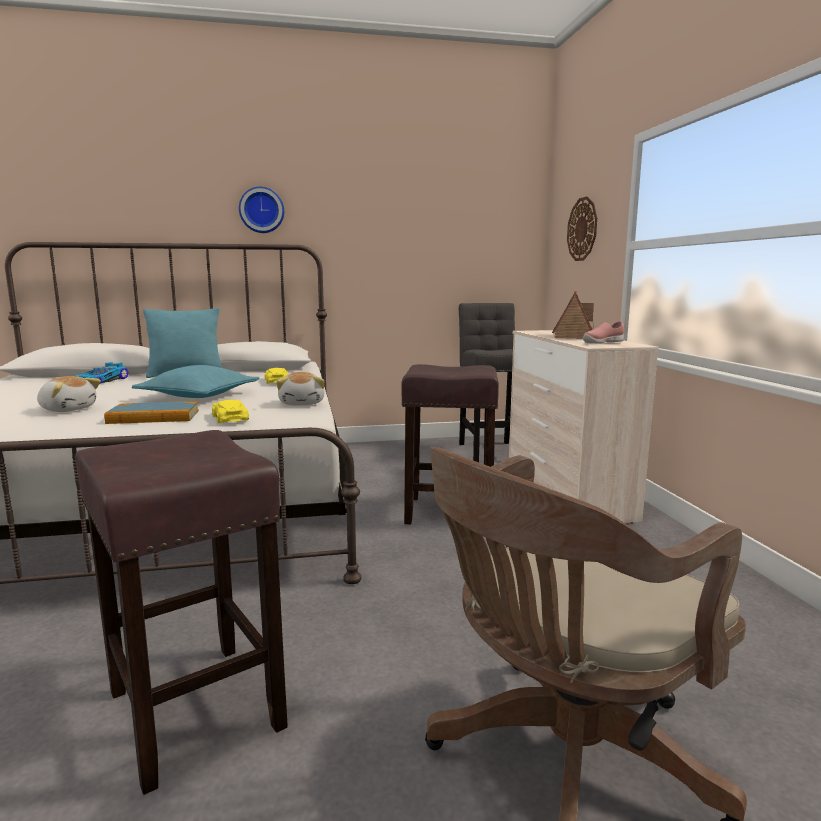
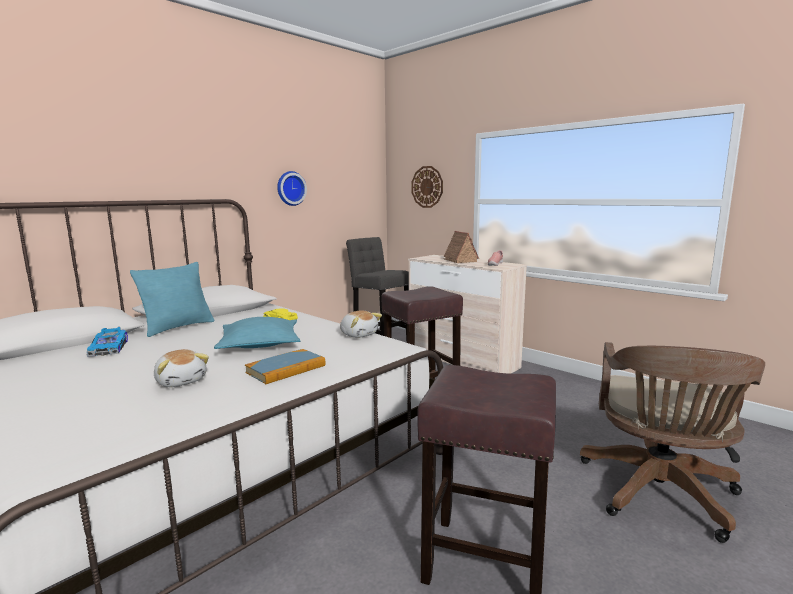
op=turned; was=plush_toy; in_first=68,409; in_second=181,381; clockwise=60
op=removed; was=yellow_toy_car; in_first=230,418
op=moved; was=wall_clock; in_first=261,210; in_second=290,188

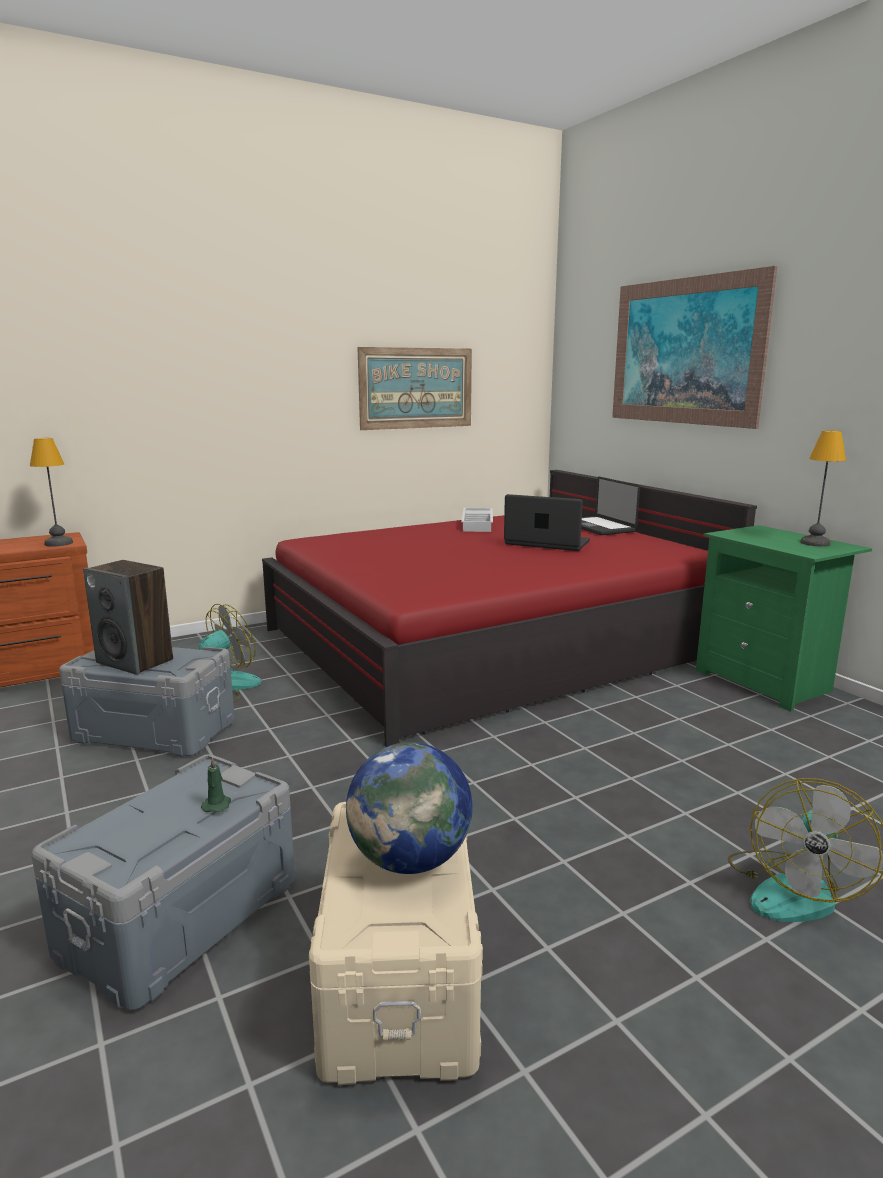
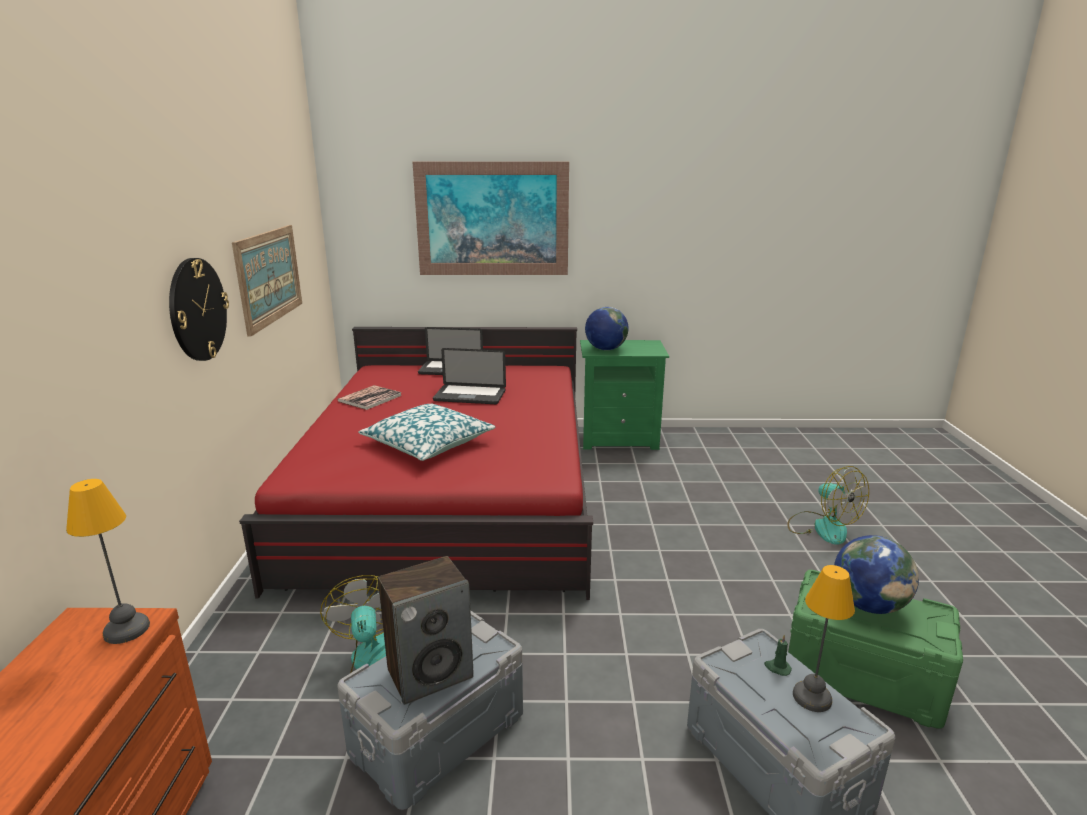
op=recoloured; was=beige_storage_box; now=green_storage_box; in_first=396,979; in_second=862,677
op=replaced; was=white_tray; now=book; in_first=478,524; in_second=370,398
op=turned; was=laptop; in_first=547,543; in_second=470,396; clockwise=-135
op=moved; was=table_lamp; in_first=815,543; in_second=811,696
op=added; now=wall_clock; in_second=197,309
op=added; now=pillow; in_second=428,443
op=added; now=globe; in_second=605,349

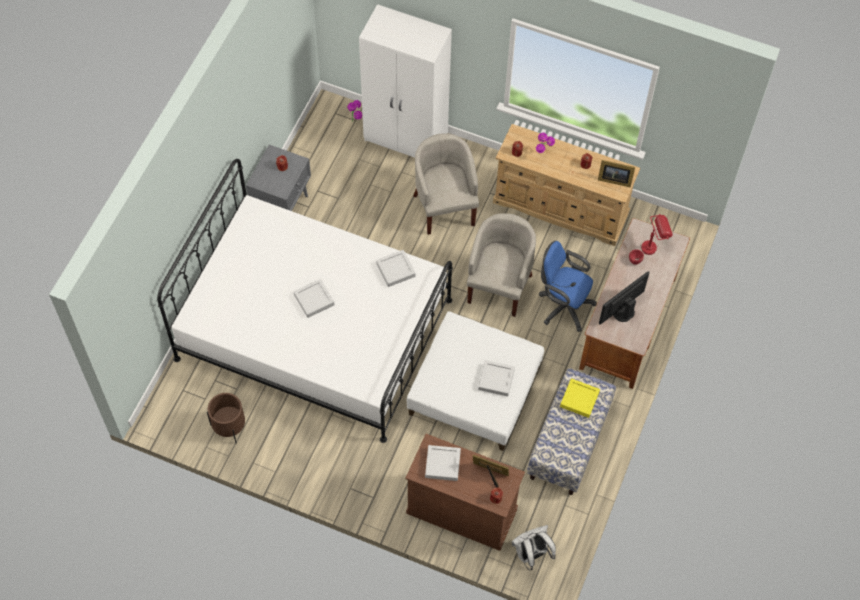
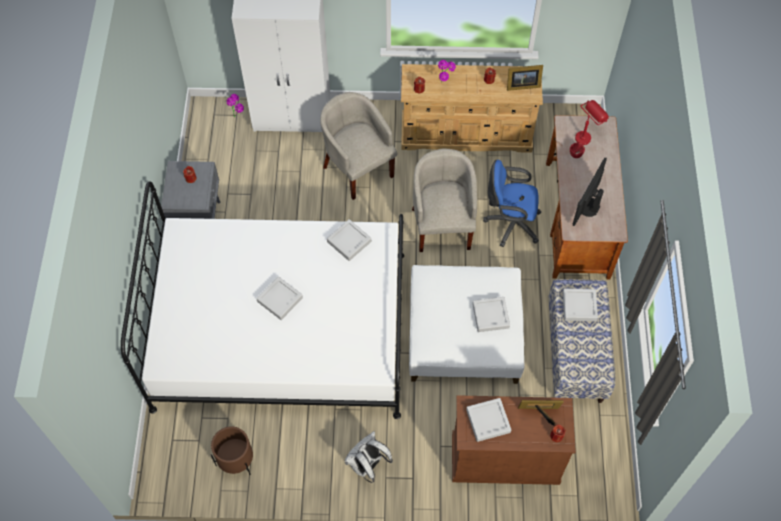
op=moved; was=white_backpack; in_first=531,554; in_second=367,465
op=recoloured; was=yellow_tray; now=grey_tray; in_first=579,399; in_second=579,306

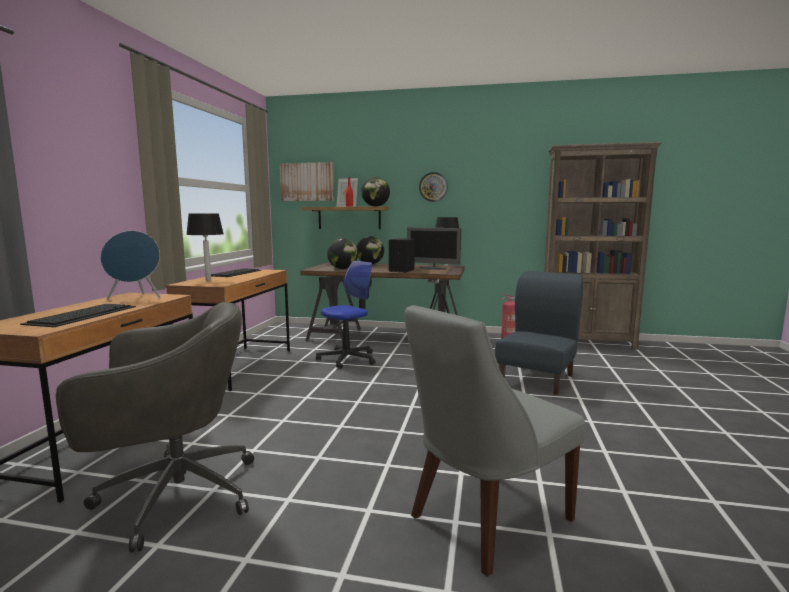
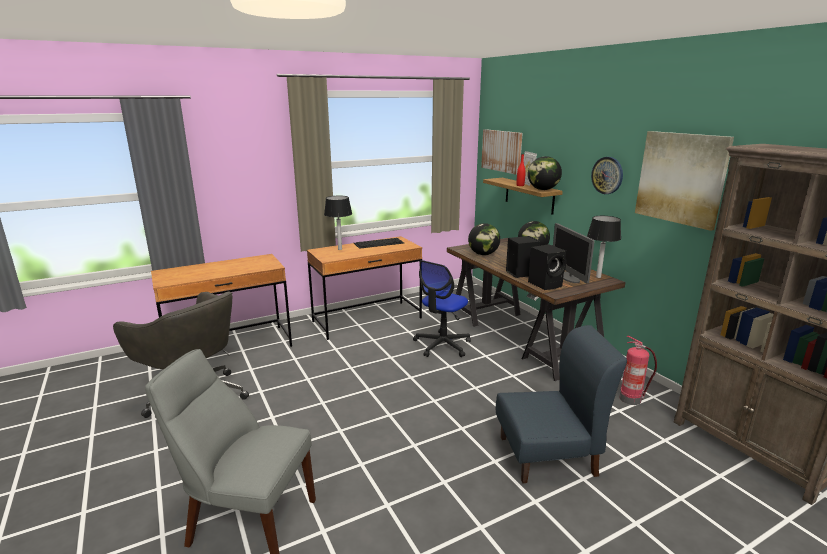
op=removed; was=keyboard; in_first=83,314
op=removed; was=blue_speaker; in_first=136,298
op=turned; was=office_chair; in_first=347,359; in_second=442,345; clockwise=120
op=added; now=black_speaker; in_second=546,284
op=added; now=picture; in_second=681,178

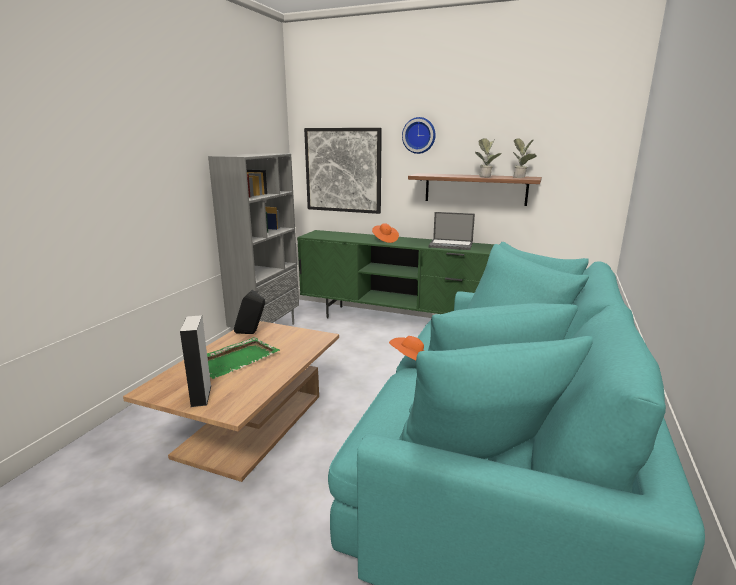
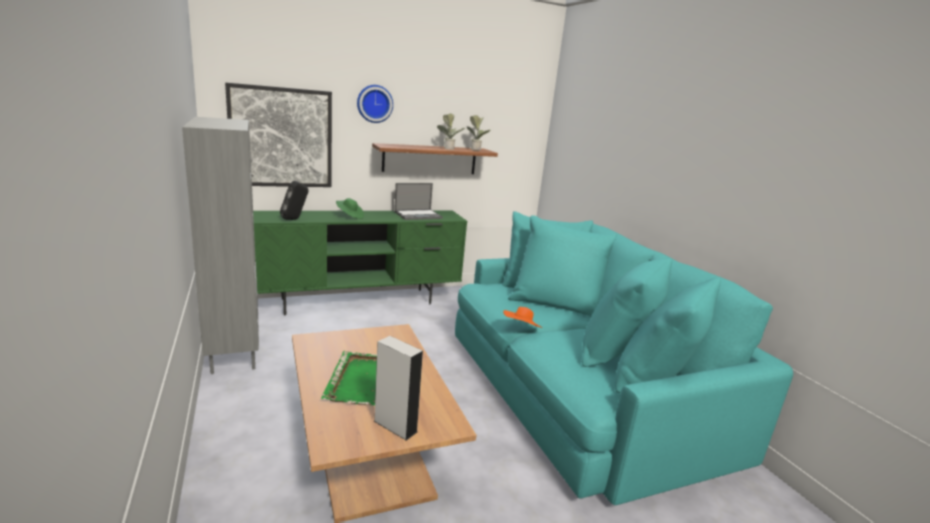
op=moved; was=black_speaker; in_first=251,333; in_second=295,219
op=recoloured; was=orange_hat; now=green_hat; in_first=385,240; in_second=349,216

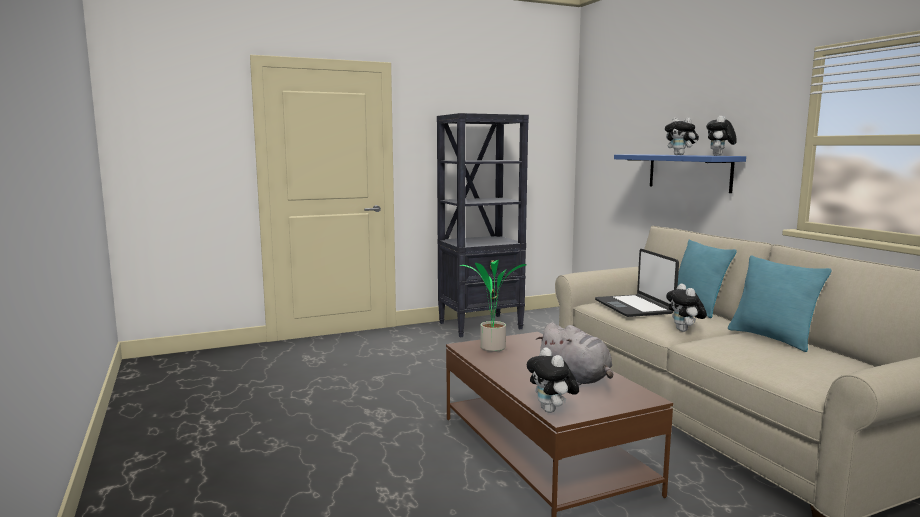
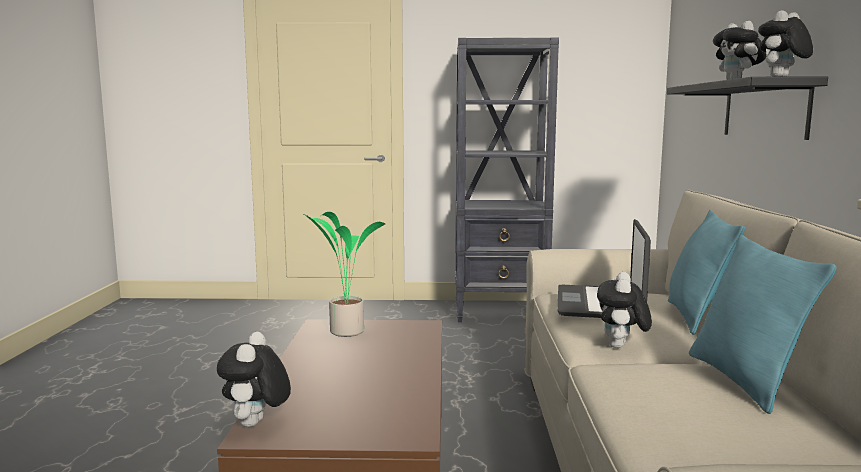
op=removed; was=grey_plush_toy; in_first=576,378
op=recoloured; was=blue_shelf; now=black_shelf; in_first=689,172; in_second=764,110

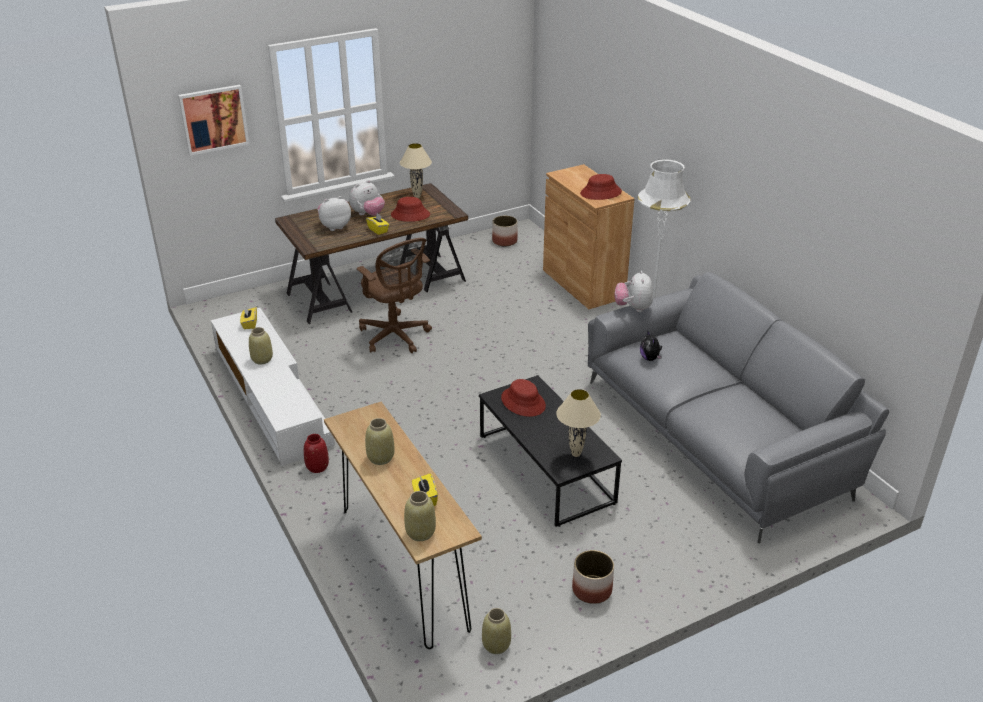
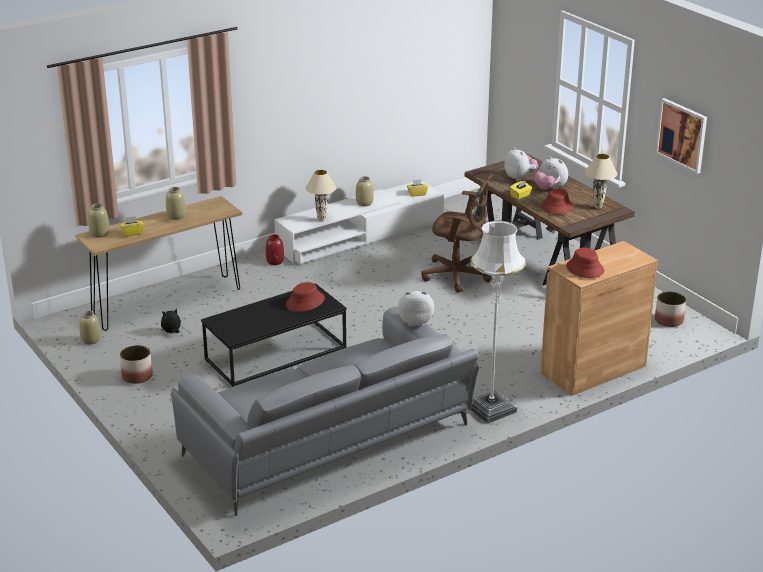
op=moved; was=picture; in_first=214,119; in_second=682,135
op=turned; was=brown_office_chair; in_first=396,337; in_second=458,276; clockwise=-120
op=moved; was=beige_table_lamp; in_first=575,454; in_second=321,220
op=moved; was=plush_toy; in_first=650,358; in_second=171,332

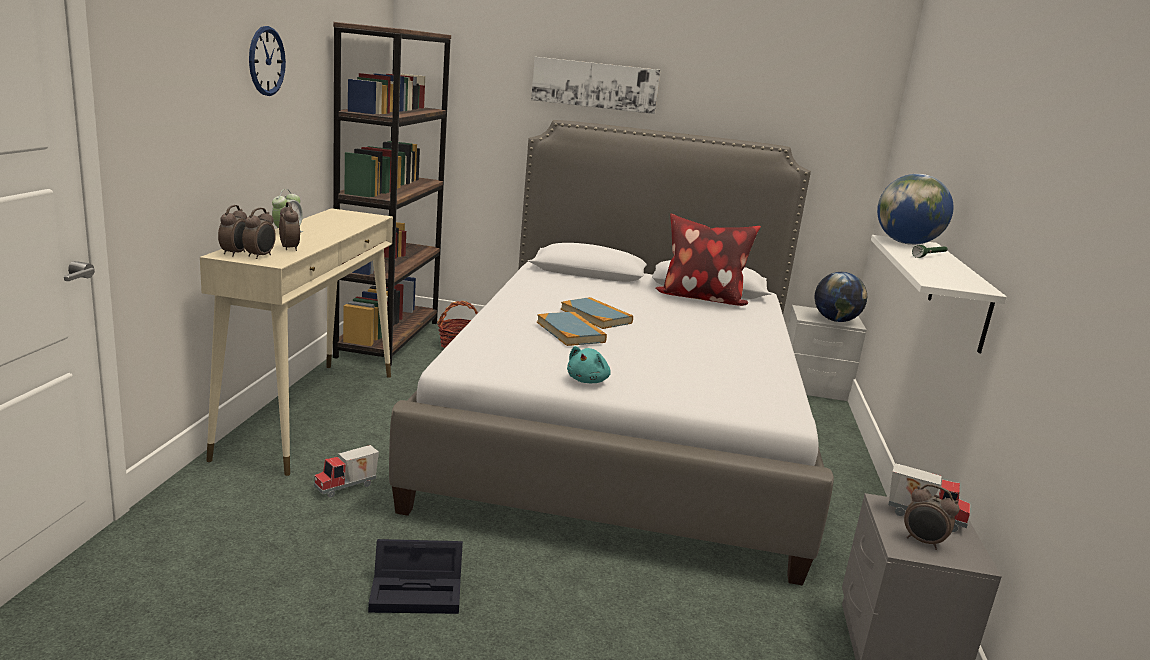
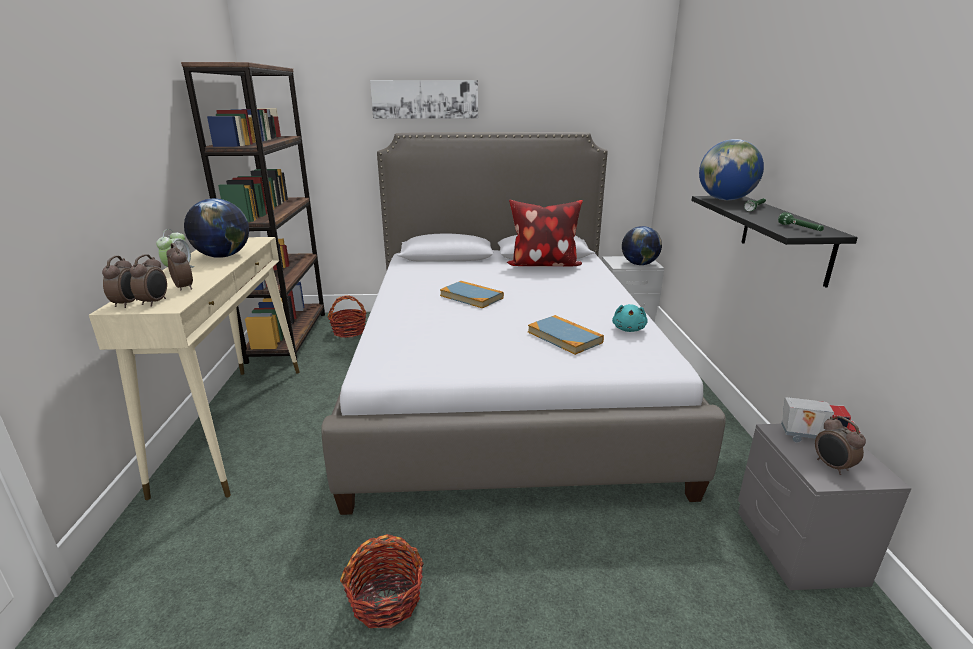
op=removed; was=wall_clock; in_first=266,61
op=removed; was=toy_truck; in_first=347,488
op=replaced; was=black_storage_box; now=basket; in_first=419,590; in_second=386,599
op=moved; was=book; in_first=570,332; in_second=564,337
op=moved; was=turquoise_plush_toy; in_first=588,380; in_second=628,329
op=recoloured; was=white_shelf; now=black_shelf; in_first=960,295; in_second=785,237
op=turned; was=alarm_clock; in_first=923,542; in_second=832,466; clockwise=45
op=added; now=globe; in_second=222,256
op=added; now=green_flashlight; in_second=800,229

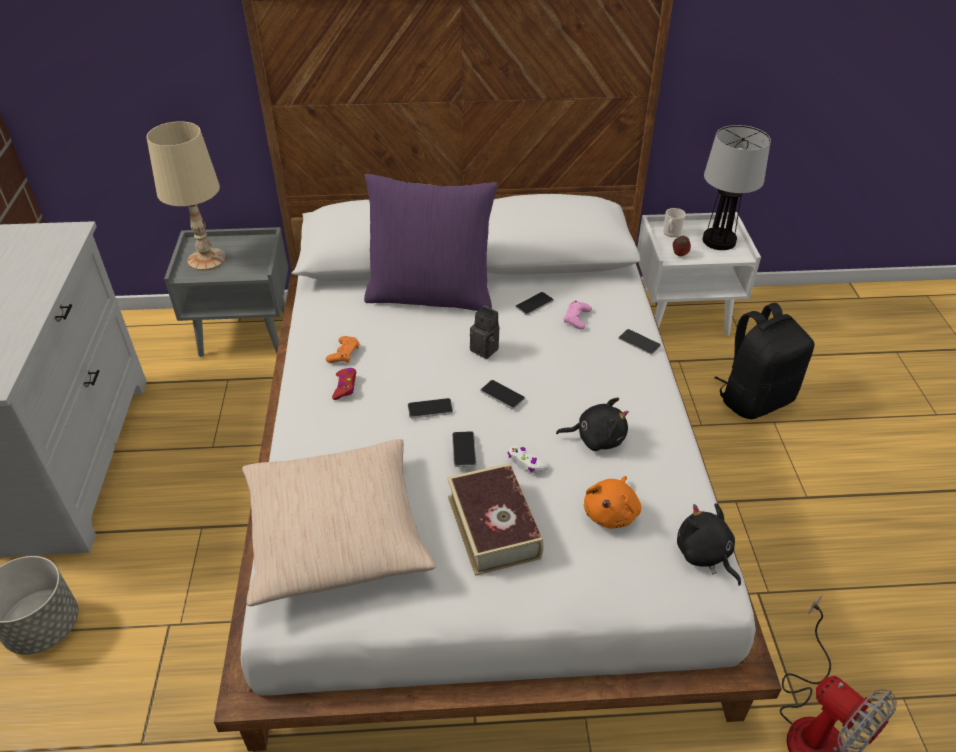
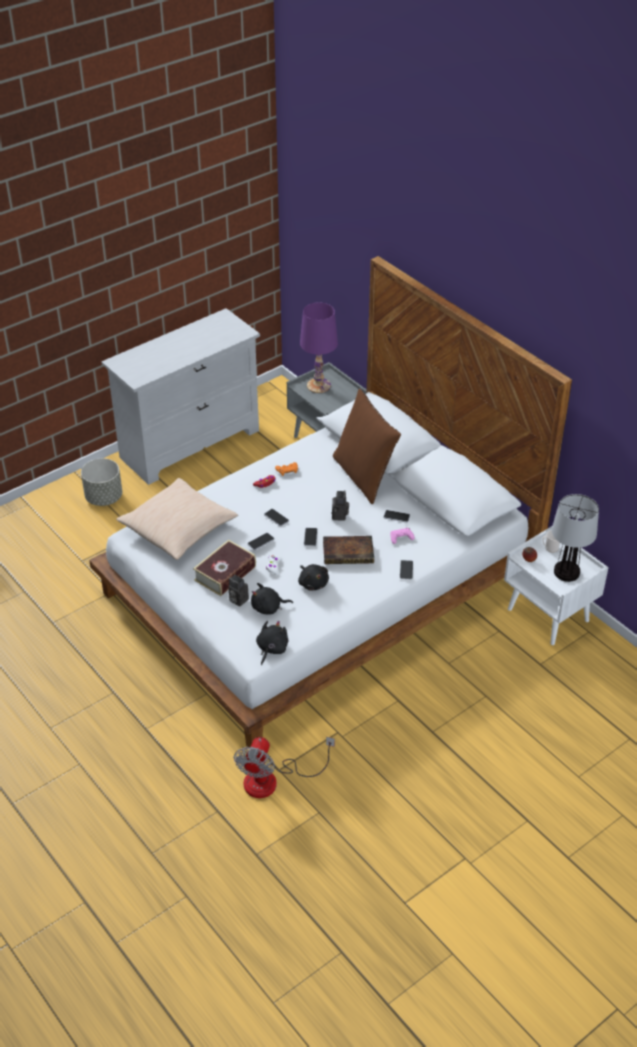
op=recoloured; was=beige_table_lamp; now=purple_table_lamp; in_first=207,259; in_second=319,385
op=recoloured; was=purple_pillow; now=brown_pillow; in_first=431,295; in_second=364,476
op=recoloured; was=orange_plush_toy; now=black_plush_toy; in_first=611,512; in_second=268,608
op=removed; was=black_backpack; in_first=754,398
op=added; now=photo_camera; in_second=237,600
op=added; now=book; in_second=349,552

